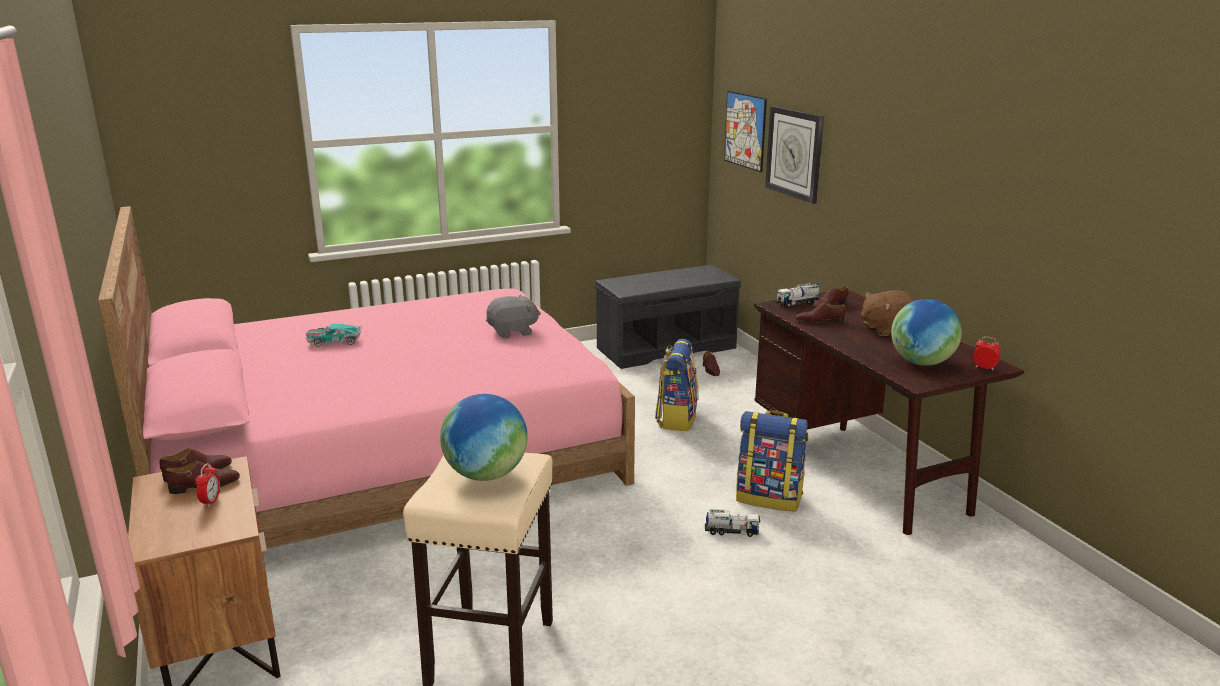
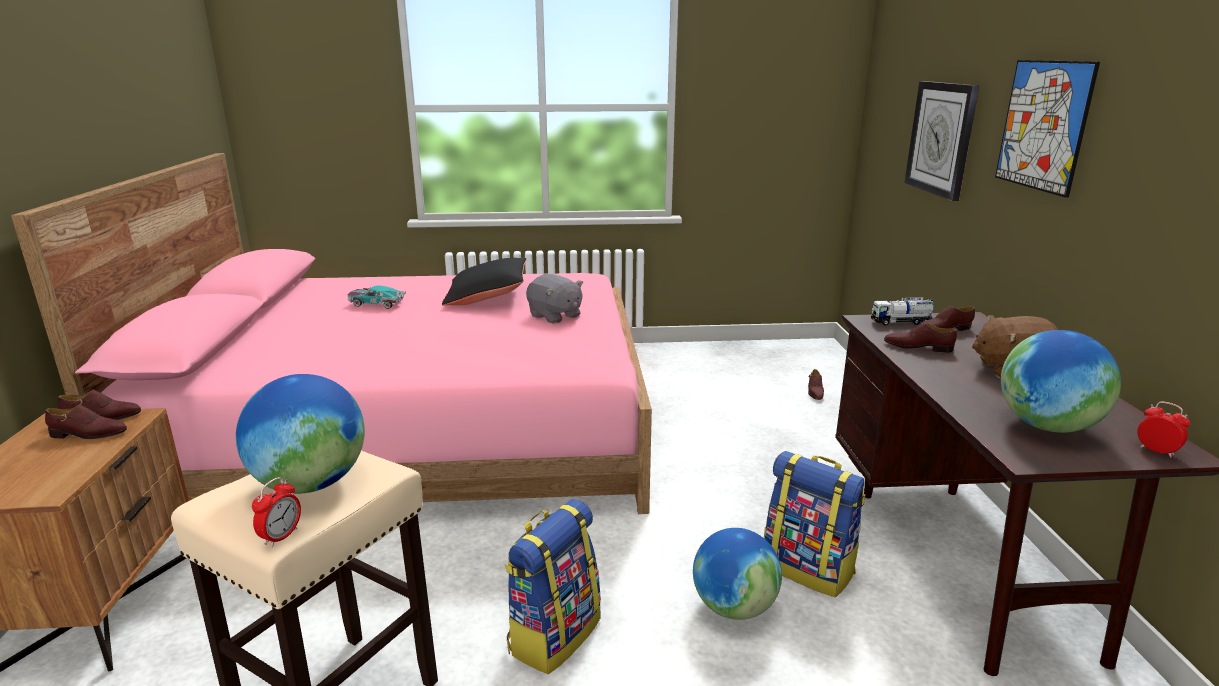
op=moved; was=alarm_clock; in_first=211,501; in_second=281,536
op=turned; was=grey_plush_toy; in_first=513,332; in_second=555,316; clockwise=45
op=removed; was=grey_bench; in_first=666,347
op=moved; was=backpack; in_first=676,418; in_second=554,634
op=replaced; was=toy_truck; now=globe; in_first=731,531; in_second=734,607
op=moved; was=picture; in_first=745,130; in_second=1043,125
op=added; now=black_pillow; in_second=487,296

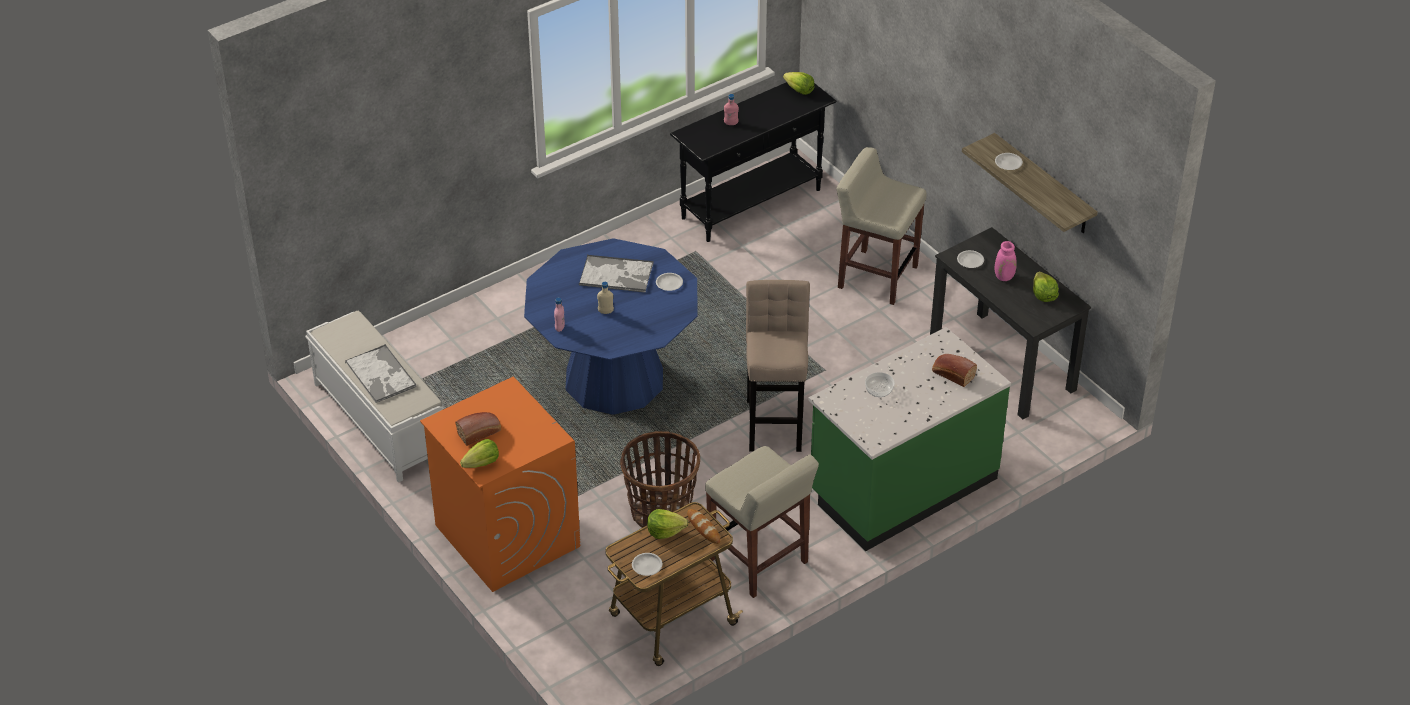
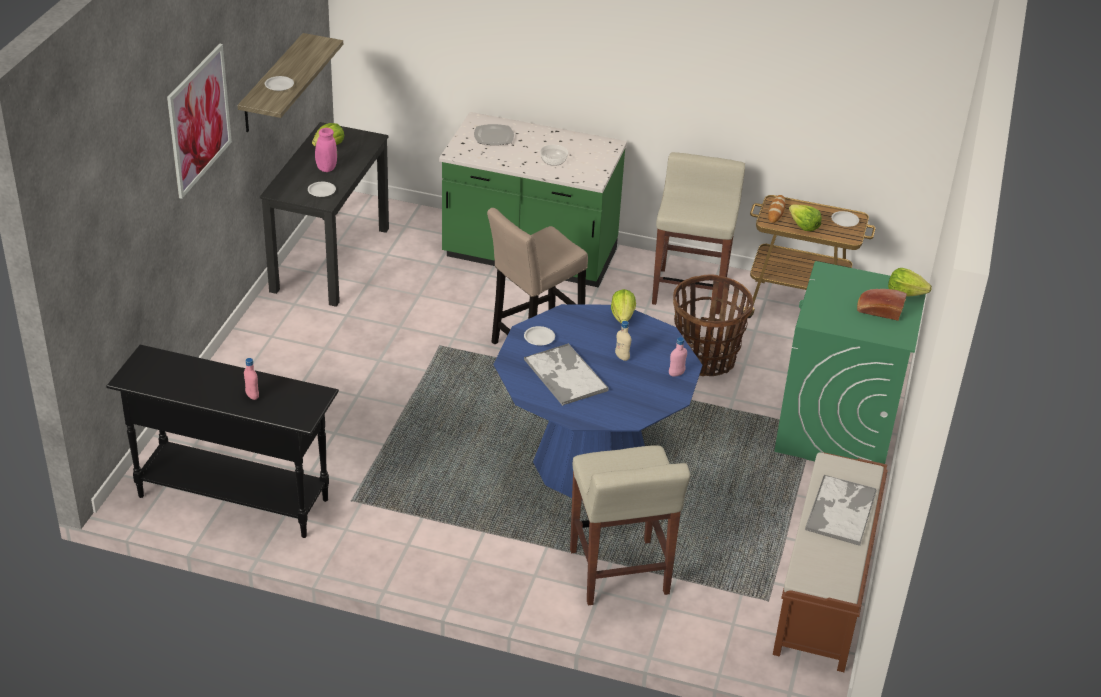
op=recoloured; was=white_bench; now=brown_bench; in_first=379,420; in_second=824,590
op=recoloured; was=orange_washing_machine; now=green_washing_machine; in_first=506,535; in_second=836,429
op=moved; was=lettuce; in_first=799,90; in_second=622,317
op=moved; was=beige_stool; in_first=876,276; in_second=619,573
op=replaced; was=bread; now=plate; in_first=952,374; in_second=493,137
op=added; now=picture; in_second=199,120

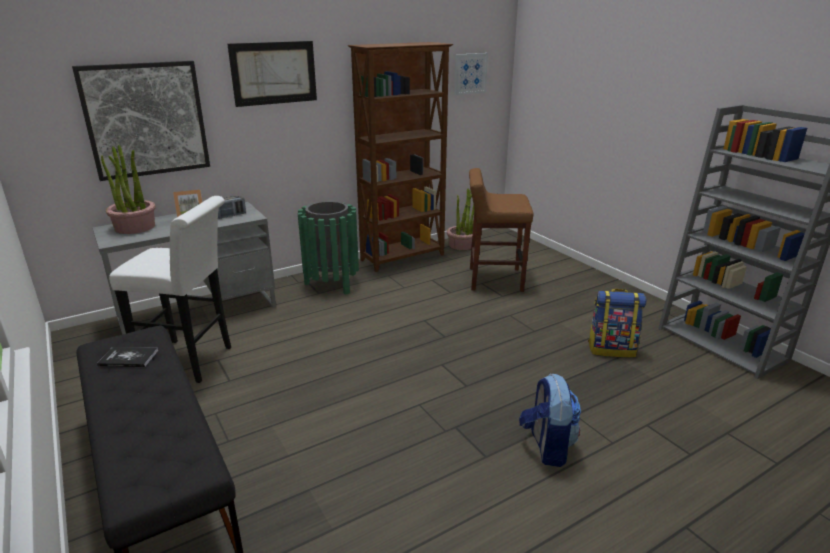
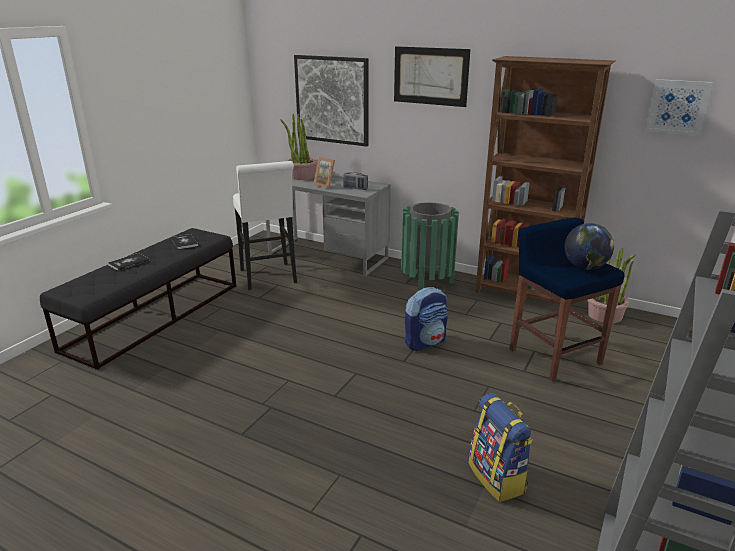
op=recoloured; was=brown_stool; now=blue_stool; in_first=494,279; in_second=553,356
op=moved; was=backpack; in_first=547,446; in_second=425,342
op=added; now=book; in_second=128,262
op=added; now=globe; in_second=585,268

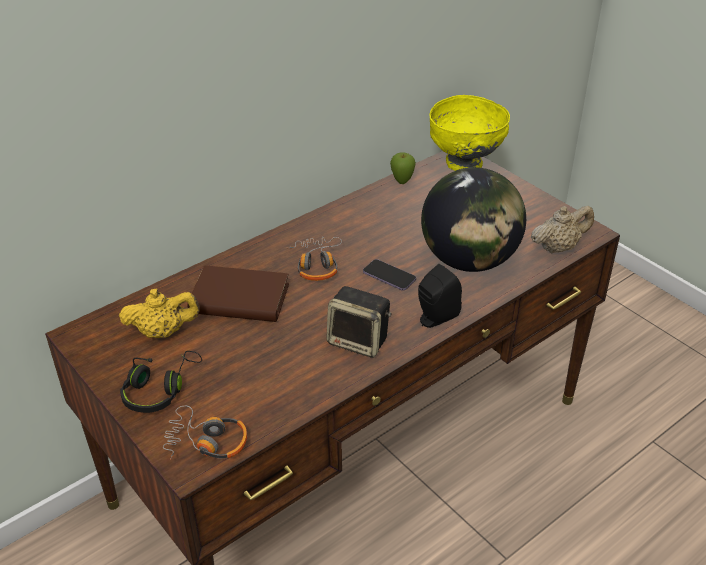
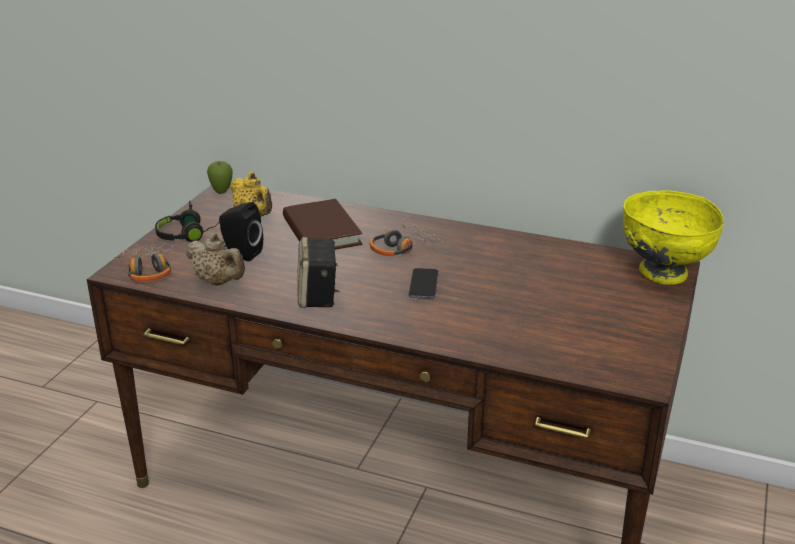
op=moved; was=apple; in_first=402,182; in_second=221,192
op=moved; was=black_speaker; in_first=435,318; in_second=240,254
op=removed; was=globe; in_first=469,260
op=moved; was=beige_teapot; in_first=558,247; in_second=218,282

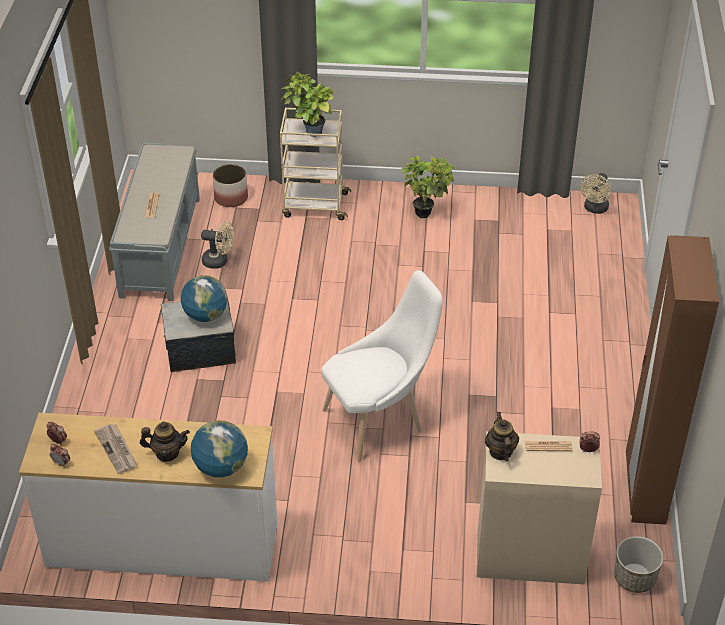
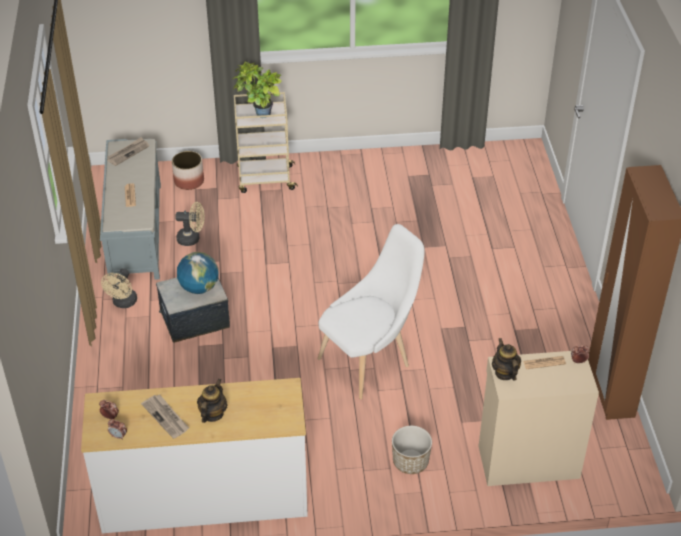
op=turned; was=teapot; in_first=167,453; in_second=212,414; clockwise=-60
op=removed; was=globe; in_first=221,467
op=removed; was=potted_plant; in_first=427,212
op=moved; was=beige_fan; in_first=595,209; in_second=123,303
op=moved; was=planter; in_first=634,578; in_second=410,462
op=added; now=newspaper; in_second=128,152

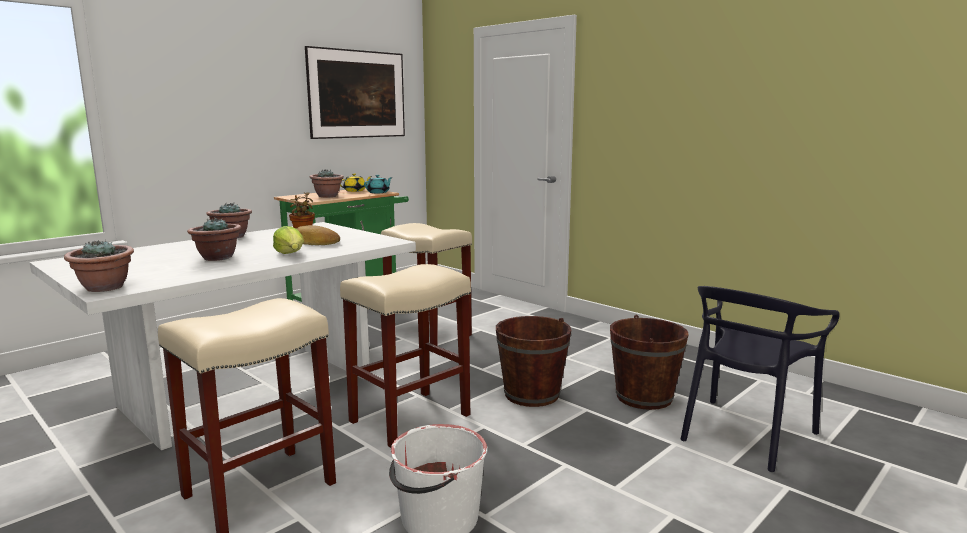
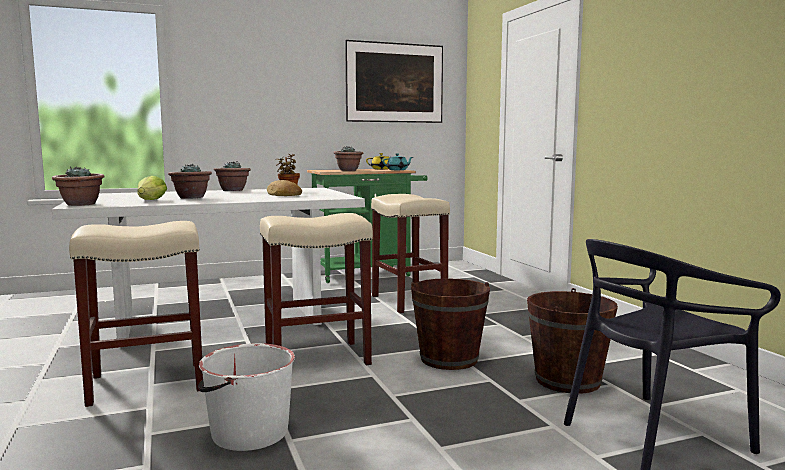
op=moved; was=lettuce; in_first=291,254; in_second=151,200

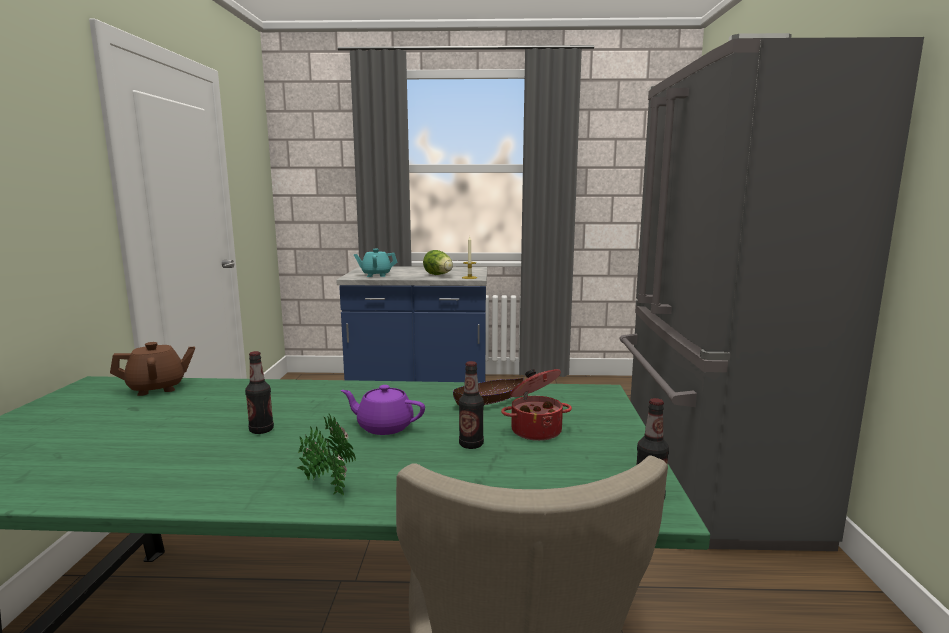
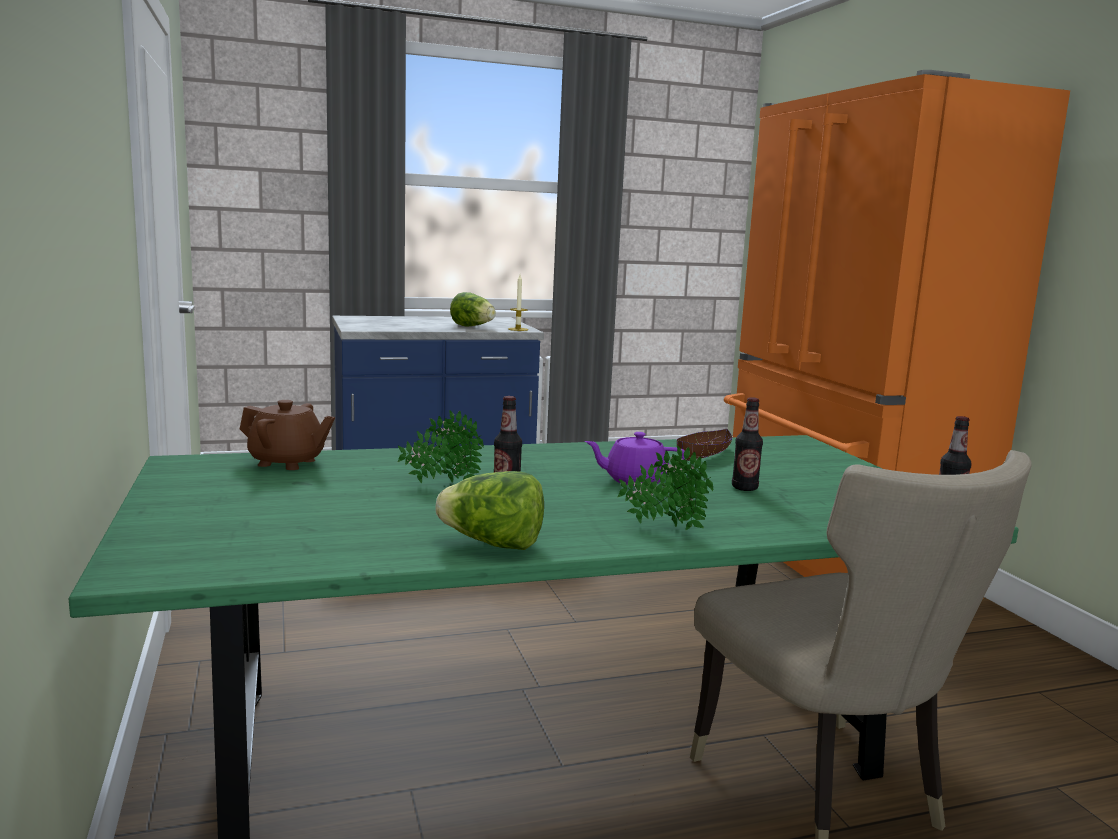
op=turned; was=brown_teapot; in_first=157,388; in_second=287,462; clockwise=60
op=removed; was=turquoise_teapot; in_first=376,275
op=removed; was=cooking_pot; in_first=535,430
op=recoloured; was=grey_fridge; now=orange_fridge; in_first=706,487; in_second=835,560
op=added; now=potted_plant; in_second=441,483
op=added; now=lettuce; in_second=493,544

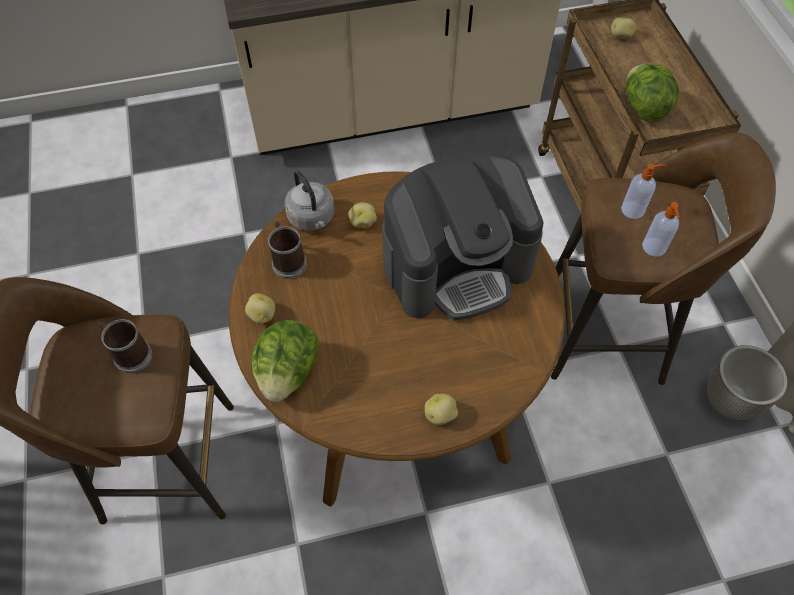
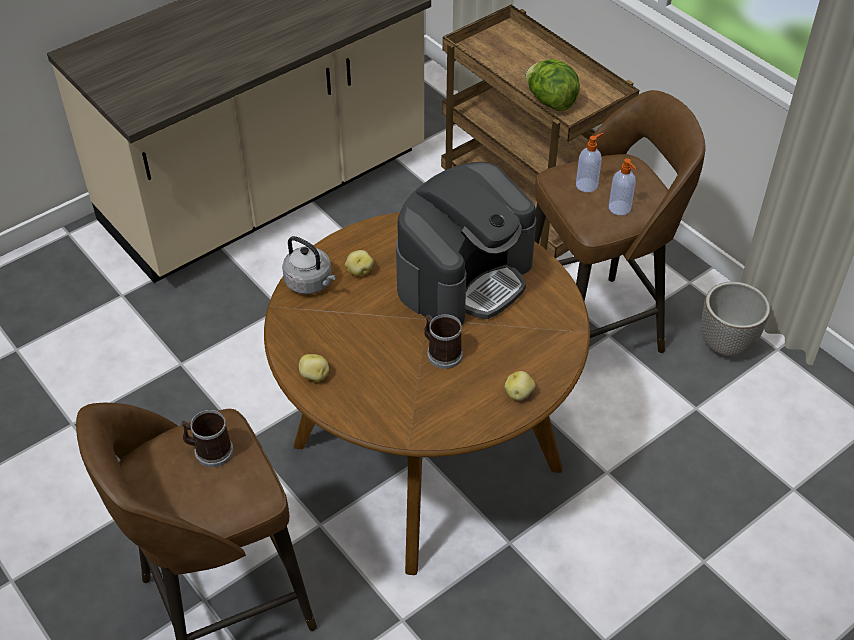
op=removed; was=lettuce; in_first=287,372
op=moved; was=mug; in_first=288,261; in_second=441,352
op=removed; was=potato; in_first=621,36

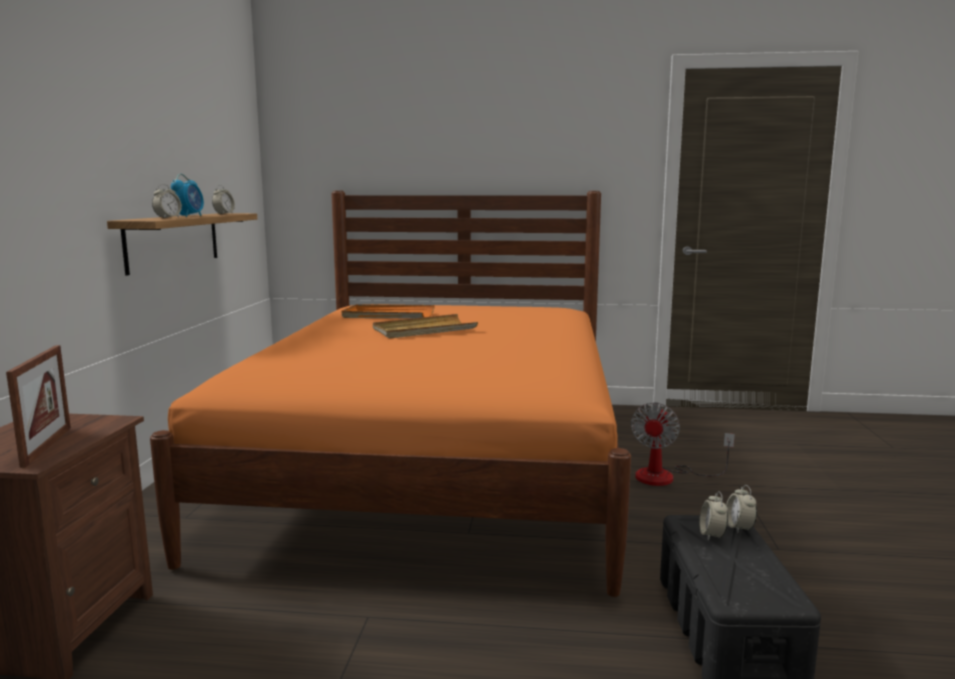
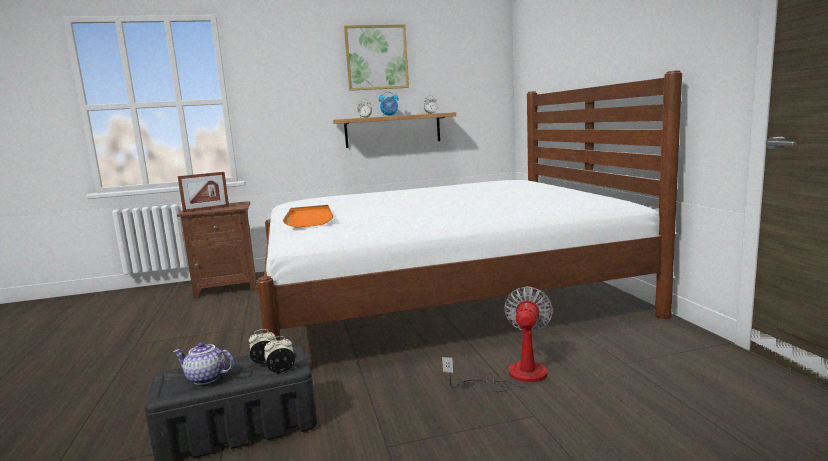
op=recoloured; was=orange_bed; now=white_bed; in_first=436,466; in_second=442,299
op=moved; was=orange_tray; in_first=388,315; in_second=309,219
op=removed; was=beige_tray; in_first=424,330
op=turned; was=fan; in_first=667,476; in_second=514,376; clockwise=105
op=added; now=teapot; in_second=205,379
op=added; now=picture; in_second=376,57

